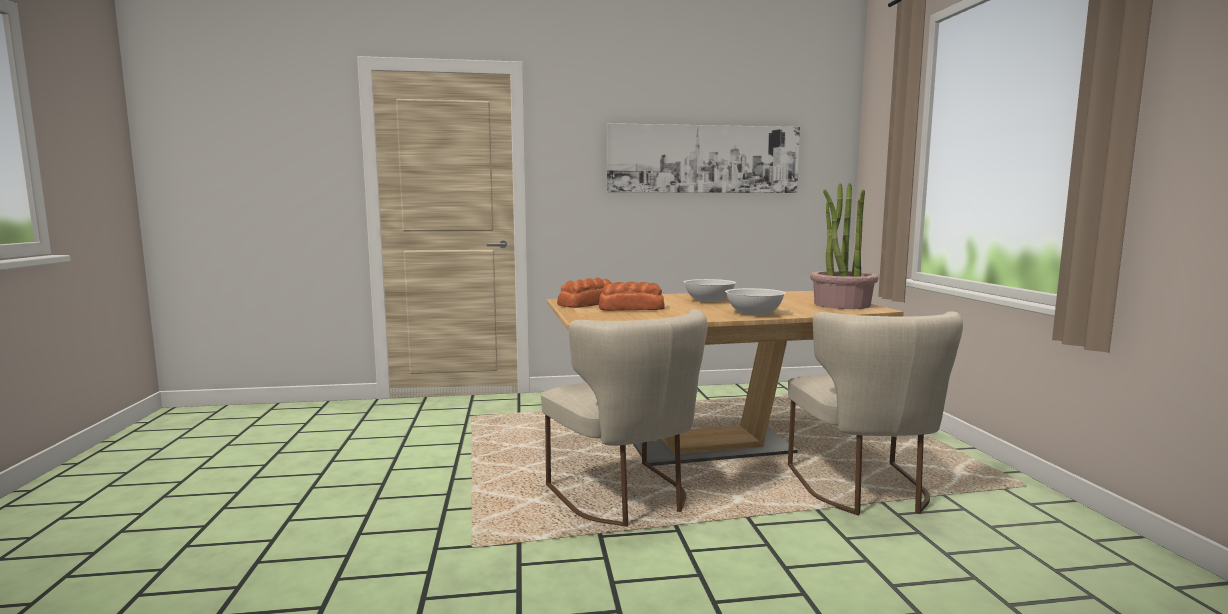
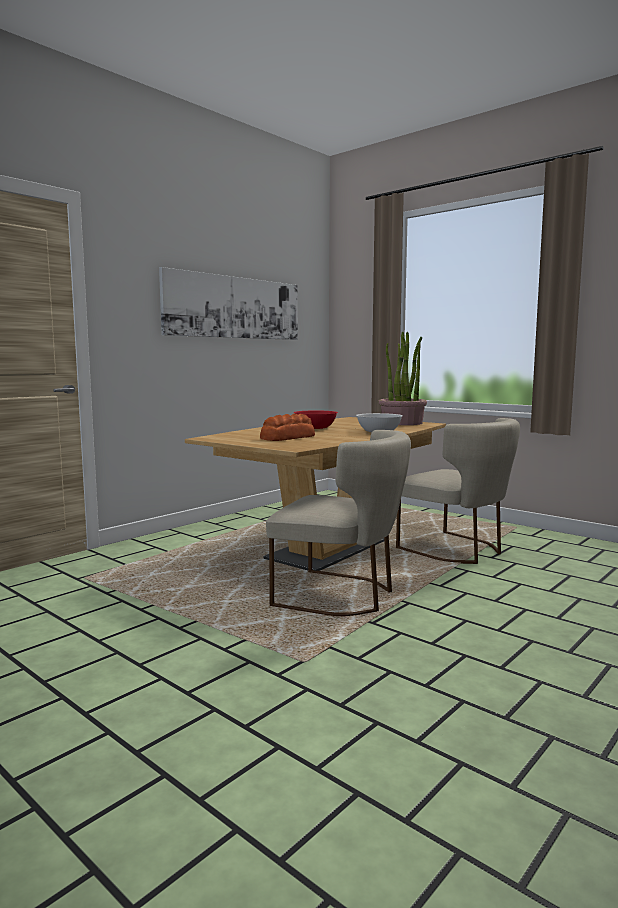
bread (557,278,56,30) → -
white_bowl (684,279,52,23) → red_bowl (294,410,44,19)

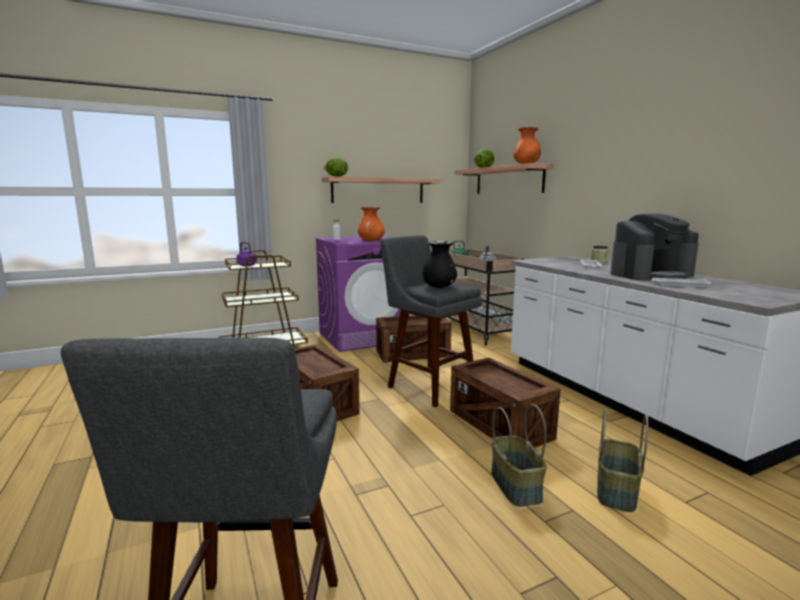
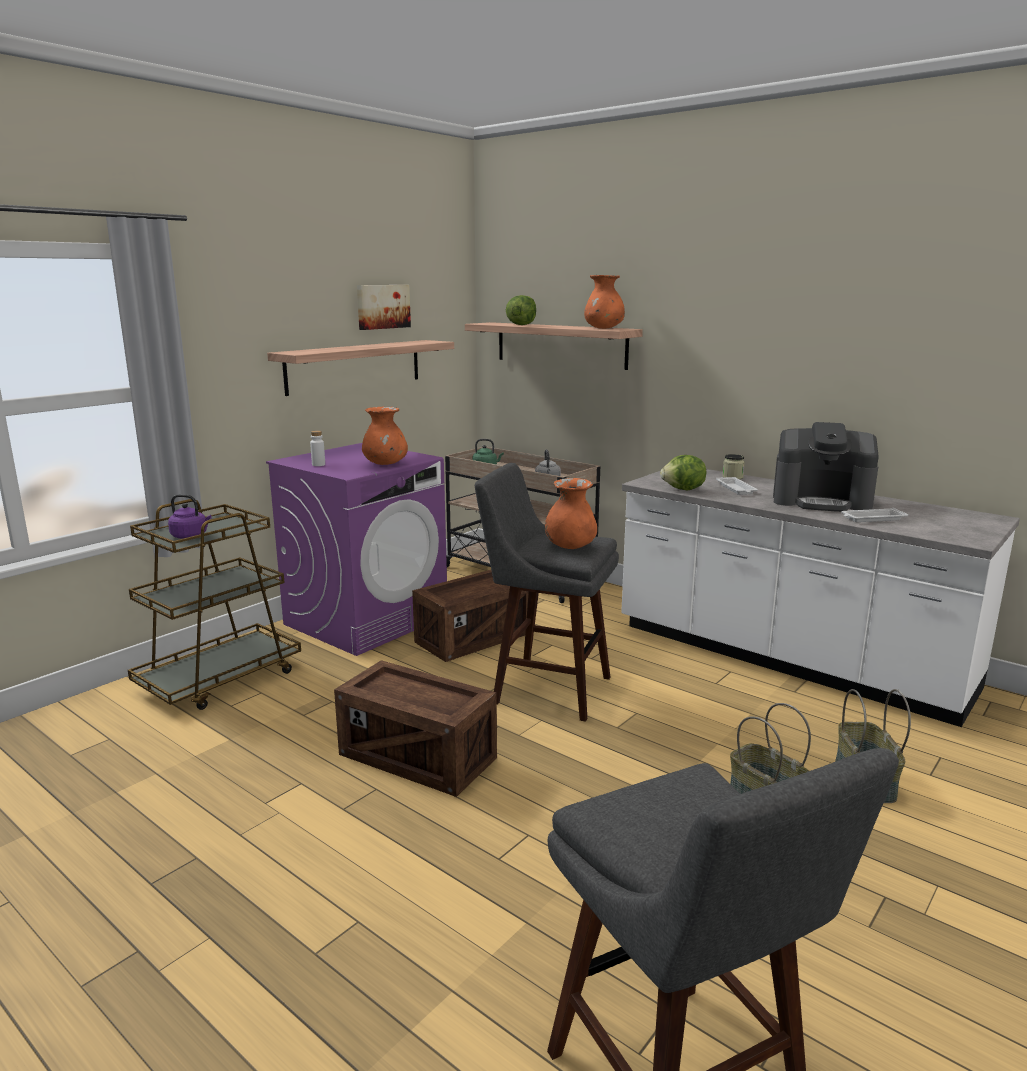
lettuce (324,157,24,20) → lettuce (660,455,46,36), moved
coffee_machine (611,214,88,67) → coffee_machine (773,422,106,90), 60 degrees clockwise
black_vase (422,241,35,47) → orange_vase (545,478,52,71)
crate (450,358,111,90) → -
- → picture (357,285,54,45)

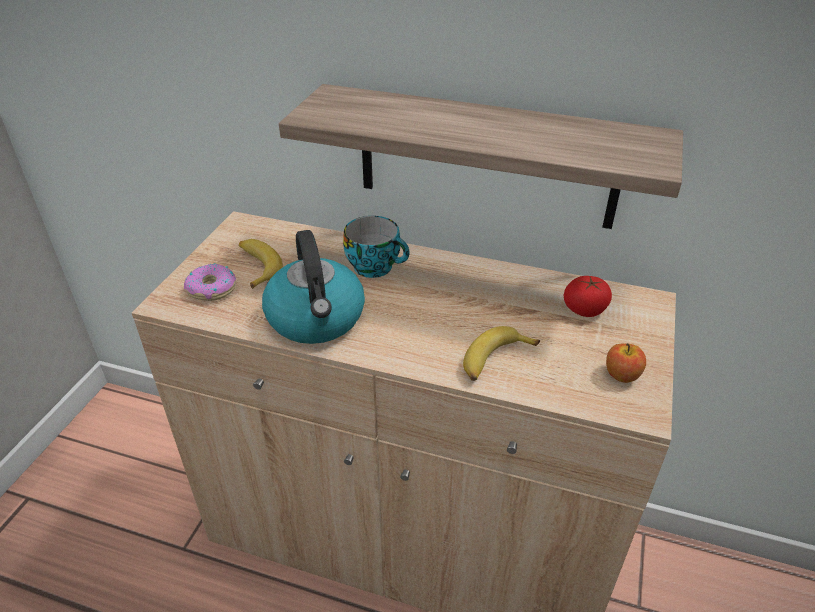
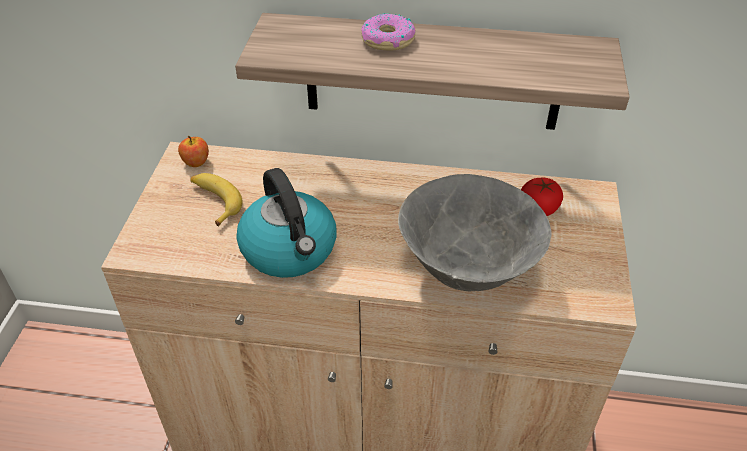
cup (343,216,67,62) → -
donut (184,263,52,38) → donut (361,13,55,37), moved
banana (463,326,77,55) → grey_bowl (398,174,154,117)
apple (606,343,40,40) → apple (178,136,31,31), moved

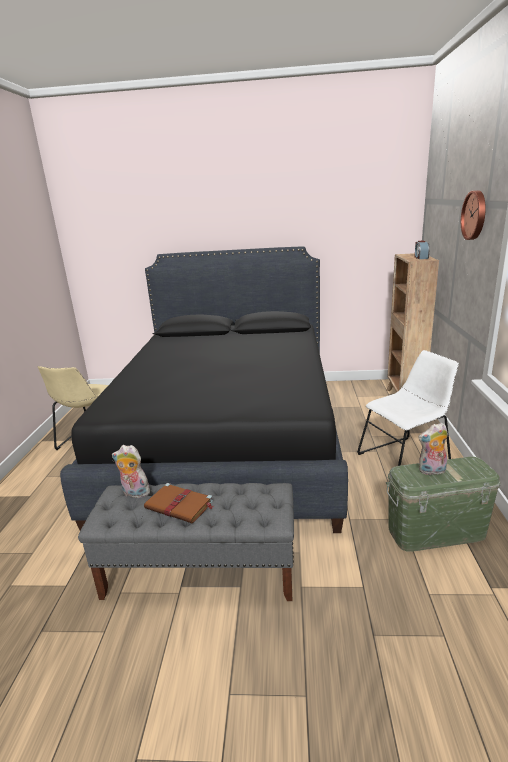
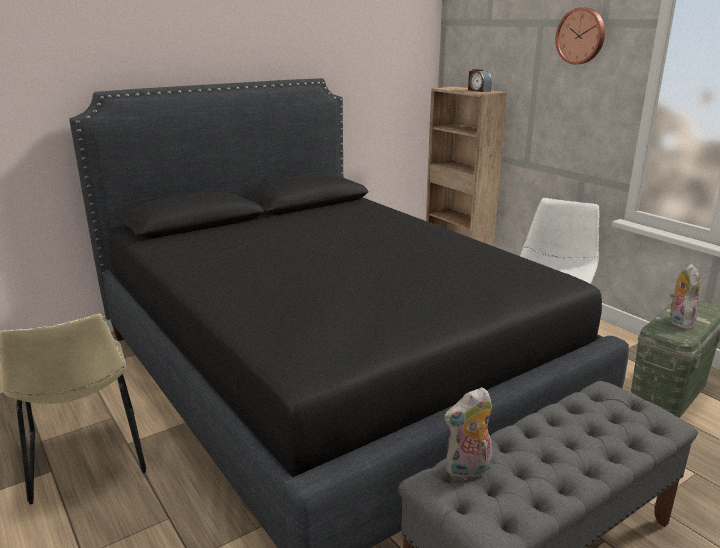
plush_toy (418,423,30,52) → plush_toy (670,264,30,65), 150 degrees clockwise
brown_book (144,483,69,40) → -

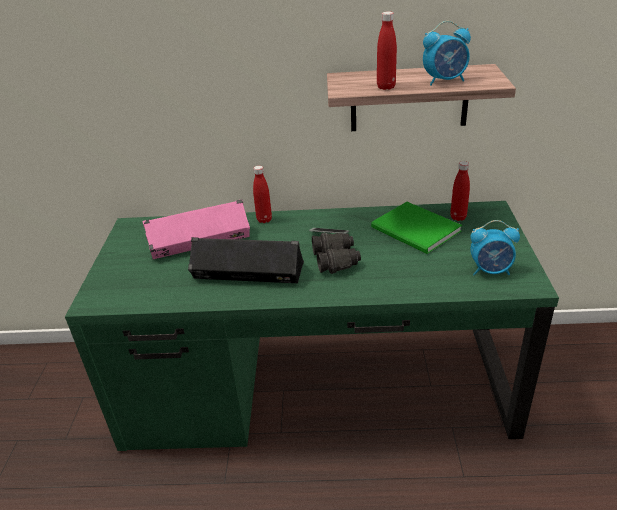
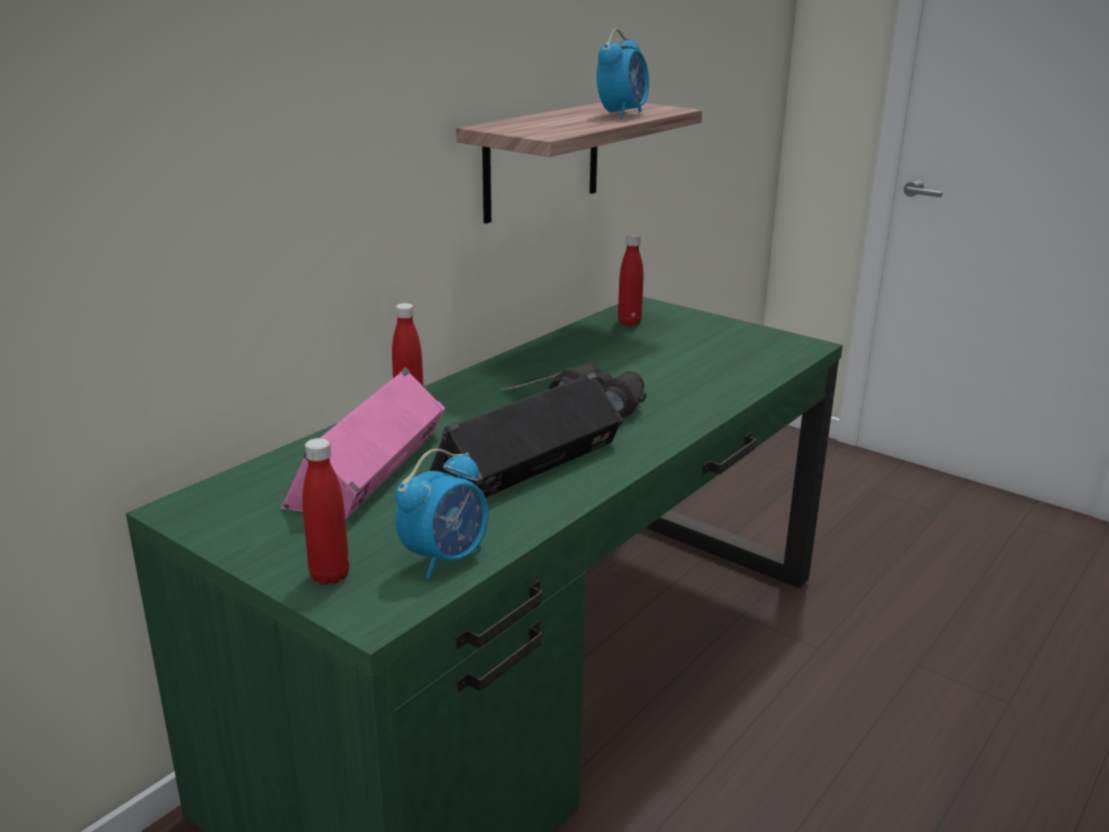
red_bottle (377,12,20,78) → red_bottle (302,438,47,147), moved
green_book (371,202,91,52) → -
alarm_clock (470,220,50,56) → alarm_clock (395,449,94,130), moved

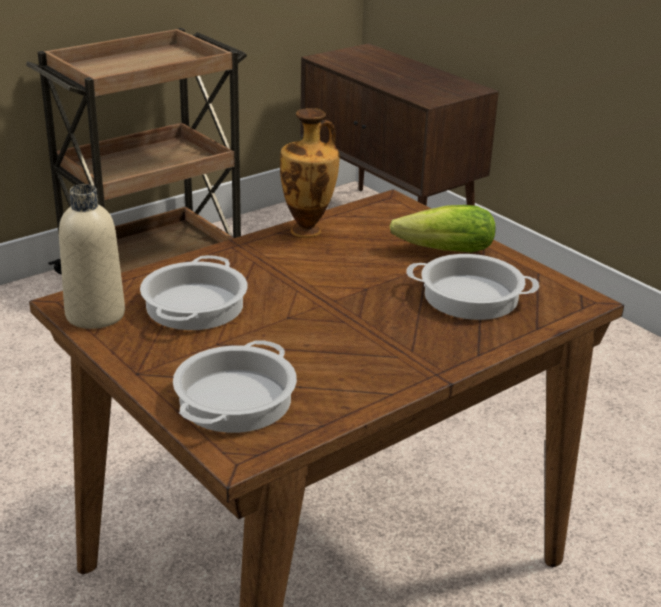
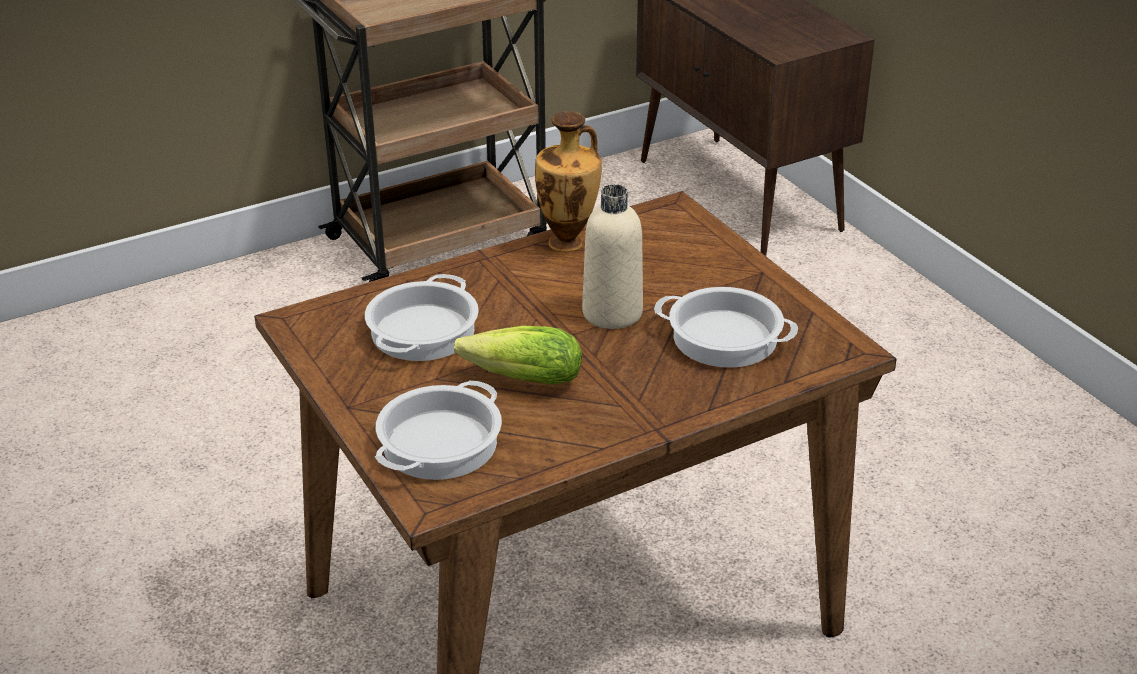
beige_bottle (59,184,66,145) → beige_bottle (582,184,61,145), moved
lettuce (390,205,106,47) → lettuce (454,326,128,58), moved

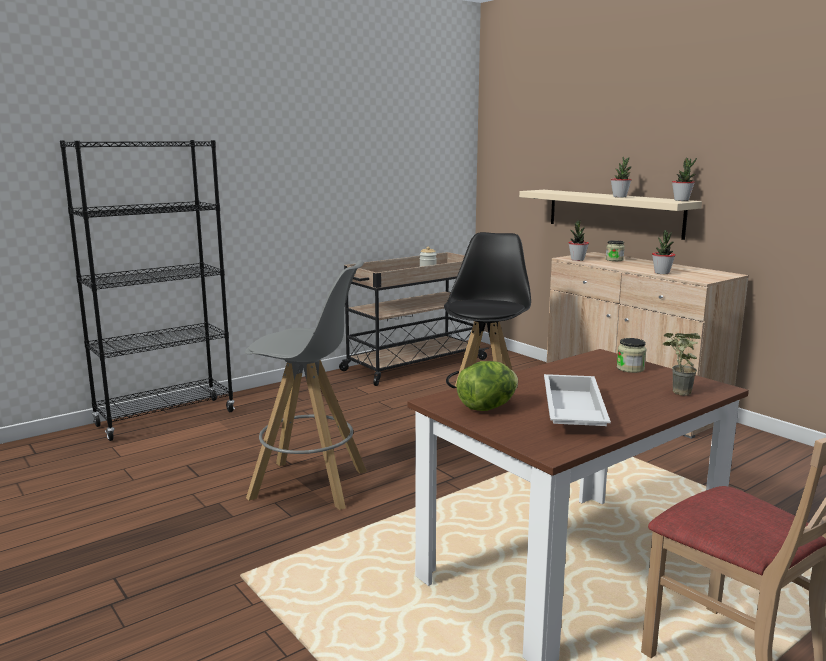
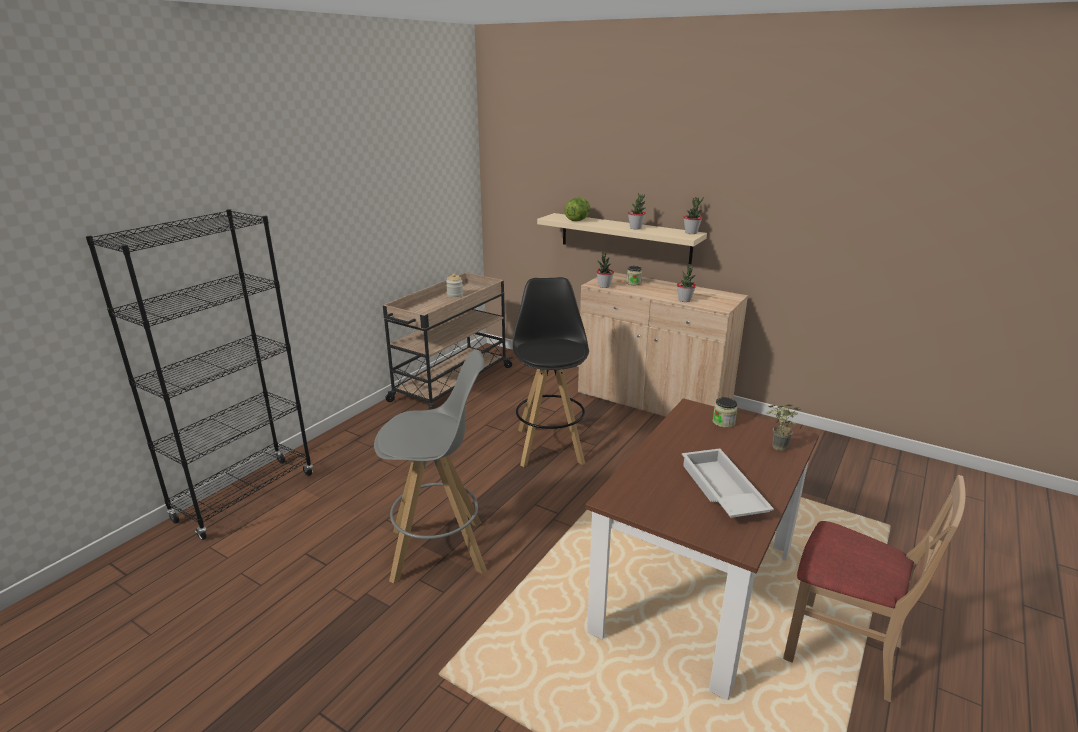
lettuce (456,361,62,50) → lettuce (564,198,27,23), moved

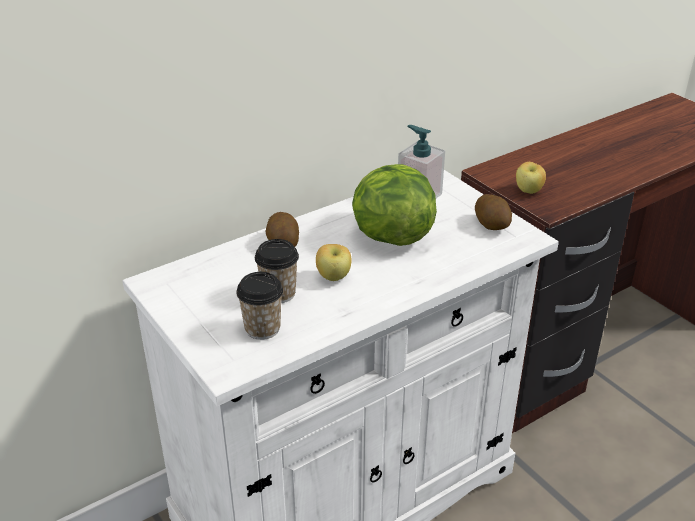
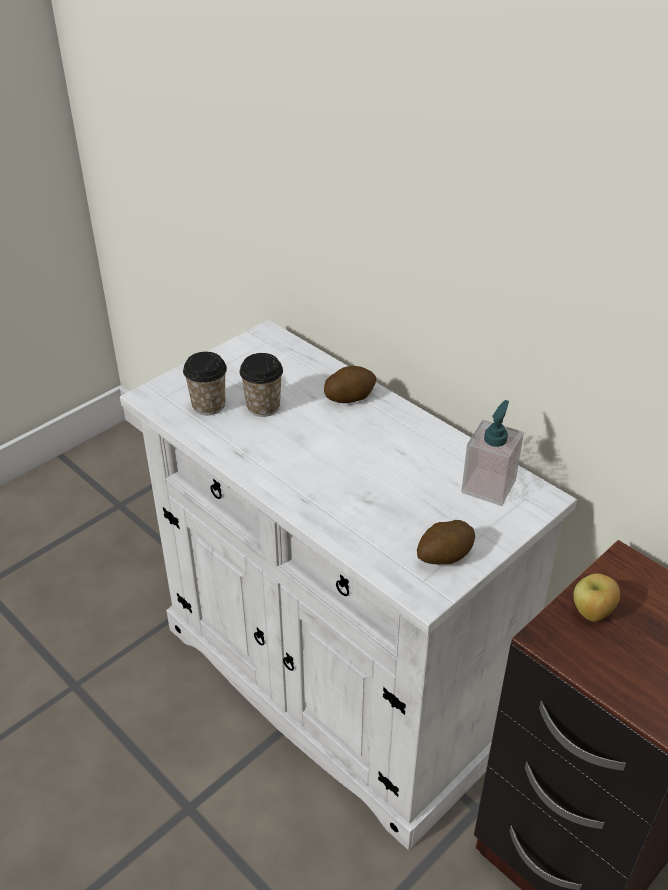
lettuce (352,164,85,82) → -
apple (316,244,35,37) → -

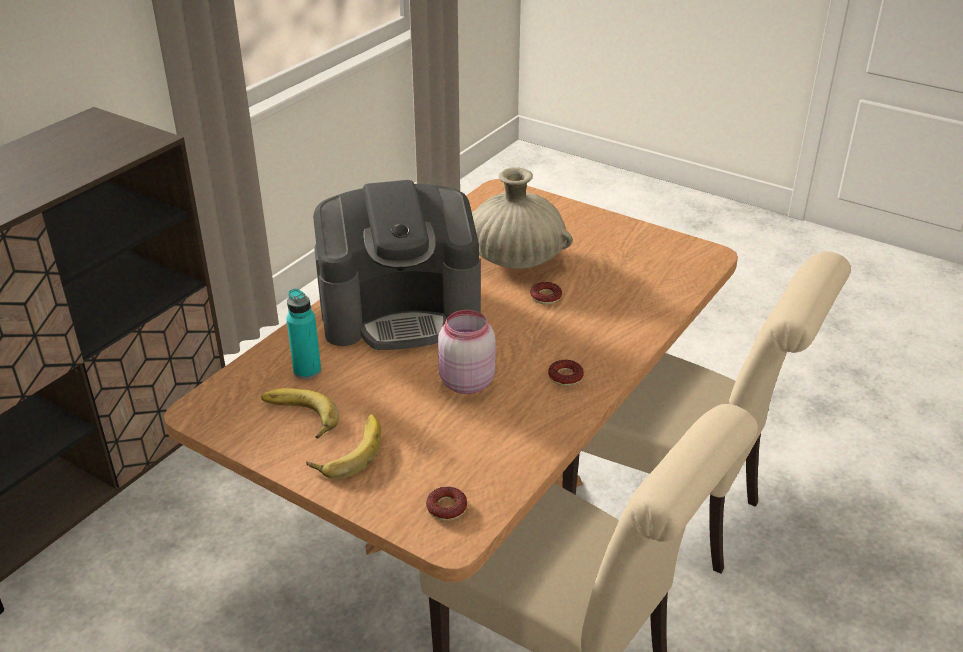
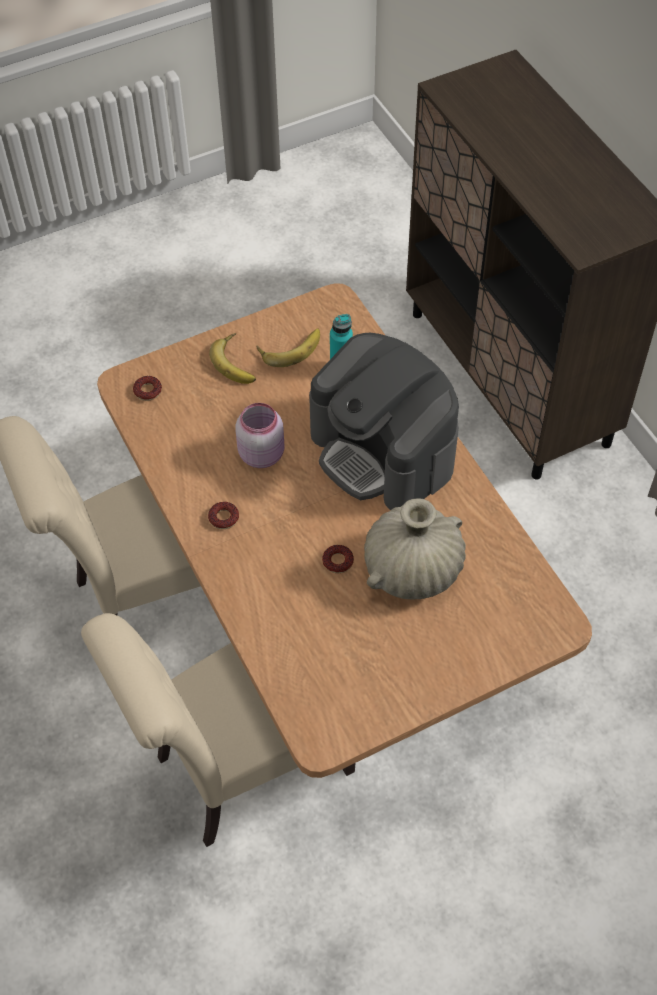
coffee_machine (313,180,168,170) → coffee_machine (309,333,150,177), 60 degrees counterclockwise

